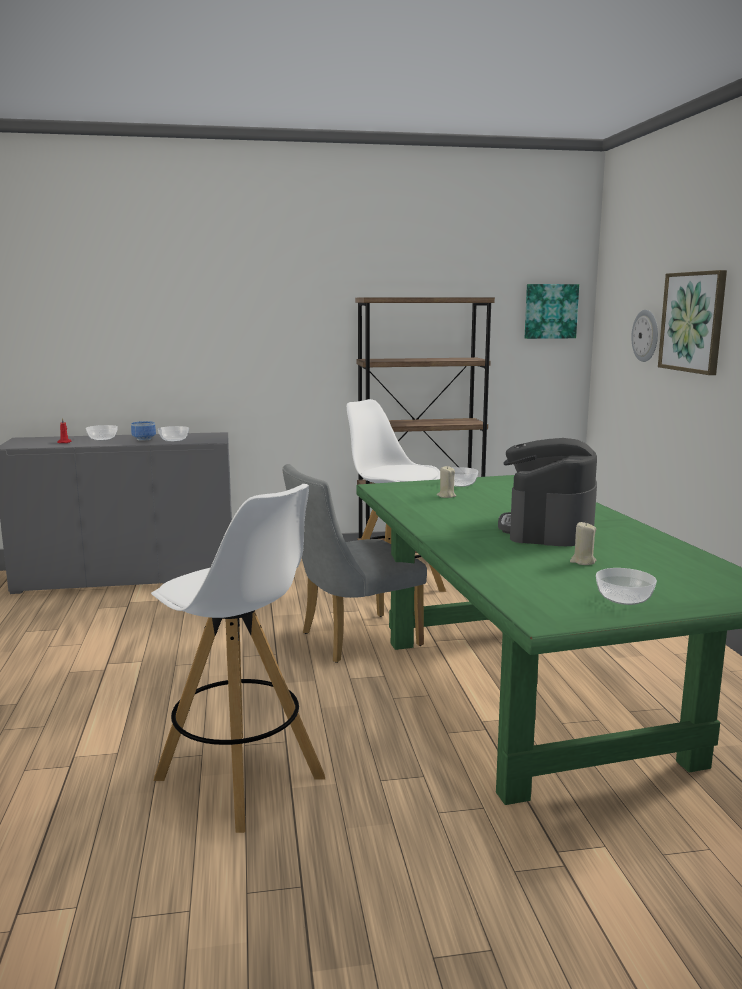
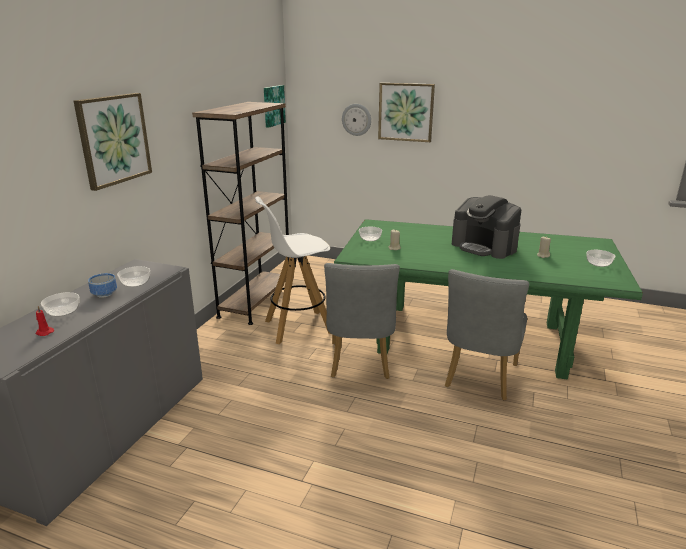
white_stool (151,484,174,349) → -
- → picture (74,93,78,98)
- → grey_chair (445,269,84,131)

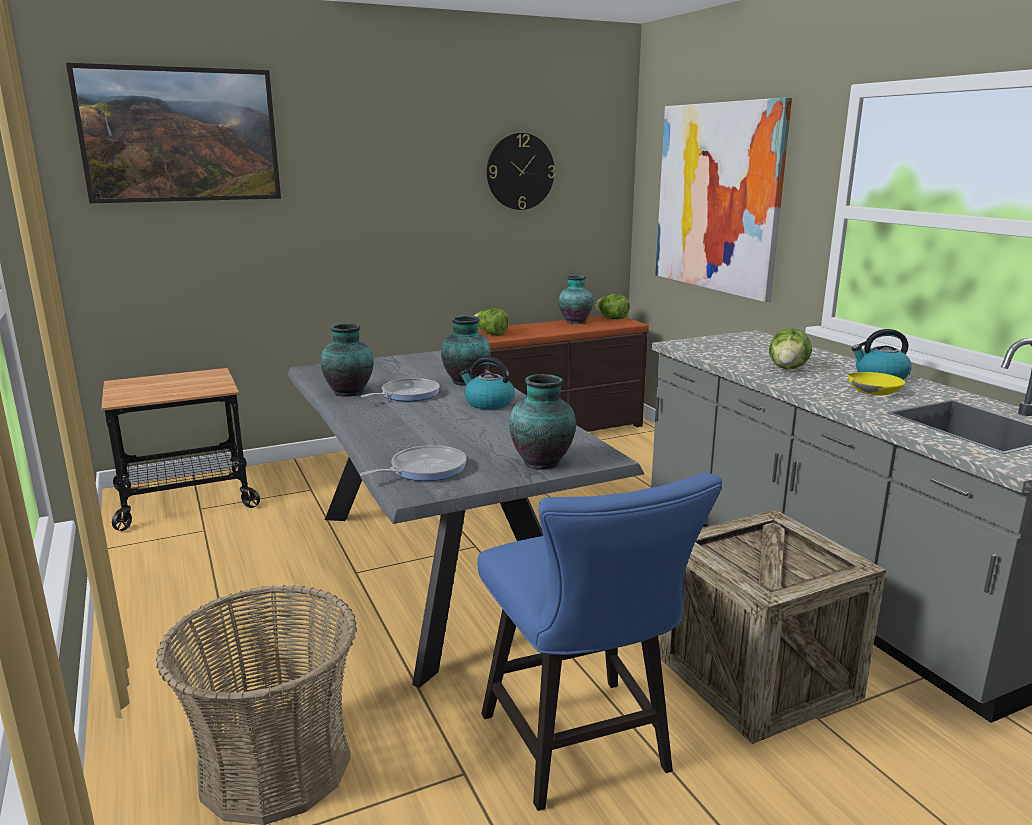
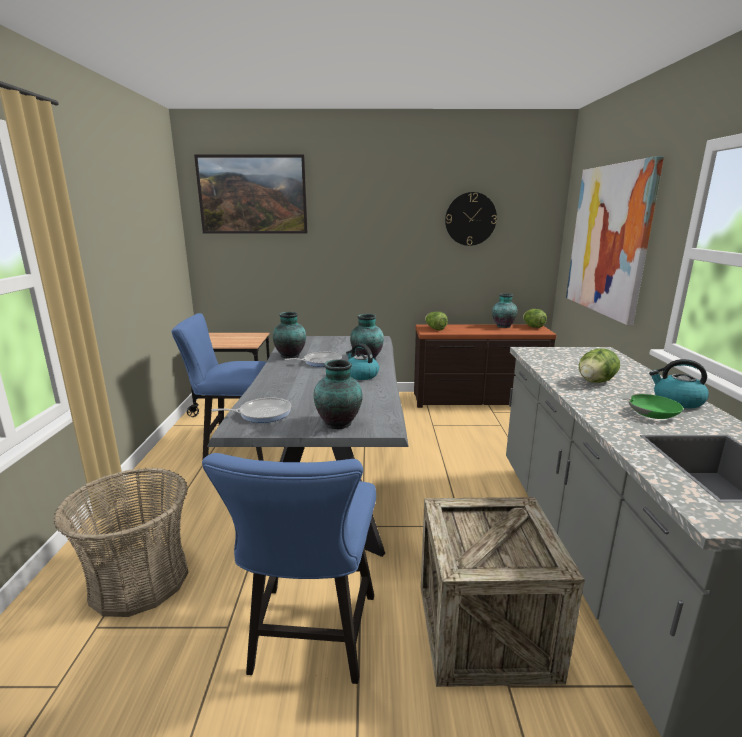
yellow_bowl (848,372,57,23) → green_bowl (629,394,54,25)
- → blue_chair (171,313,96,148)

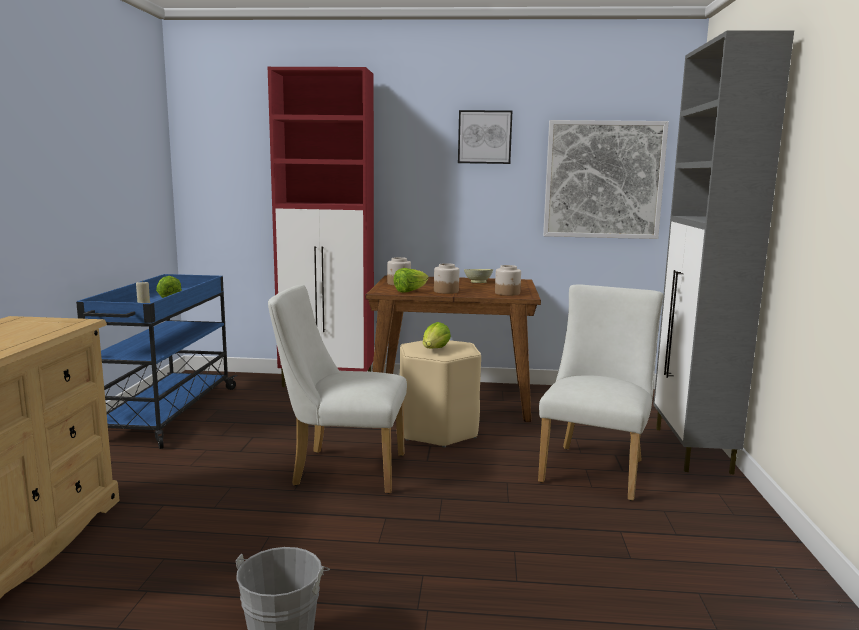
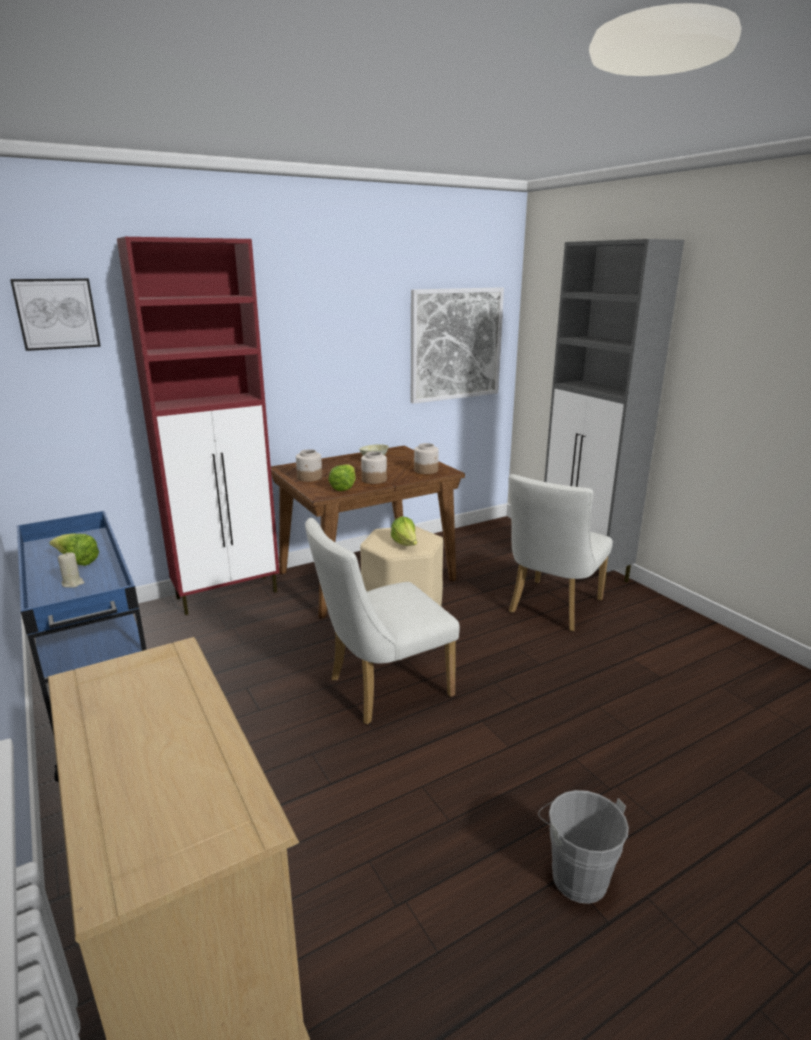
picture (458,110,54,54) → picture (10,278,91,73), moved
white_chair (538,285,126,216) → white_chair (508,474,105,157), 135 degrees counterclockwise

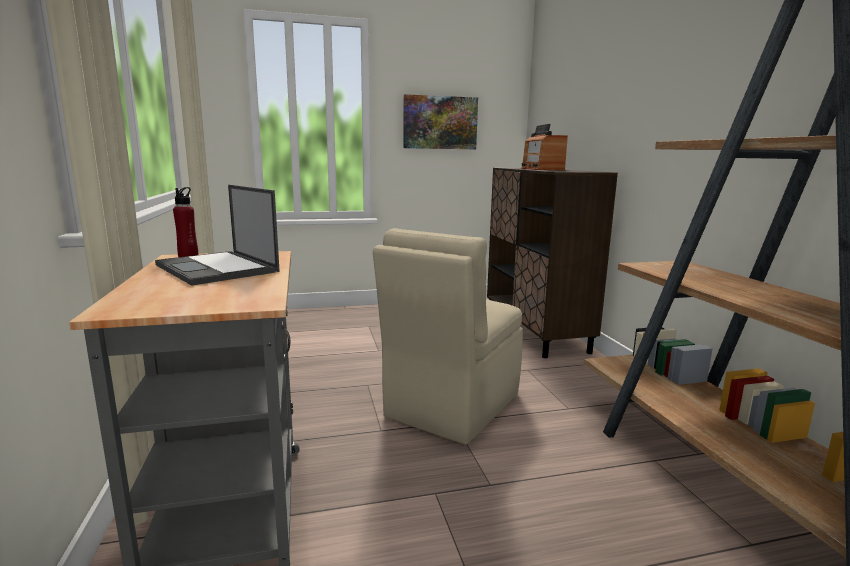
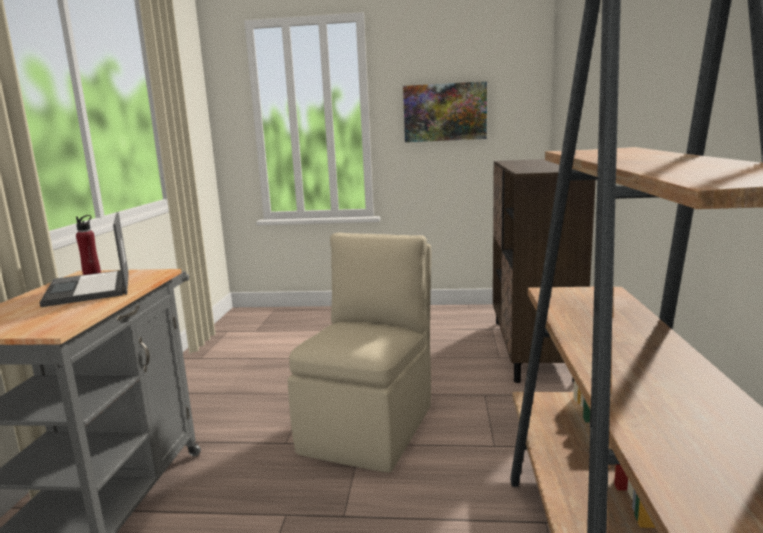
radio (521,124,47,46) → -
beige_chair (373,228,150,216) → beige_chair (288,233,143,240), 150 degrees clockwise

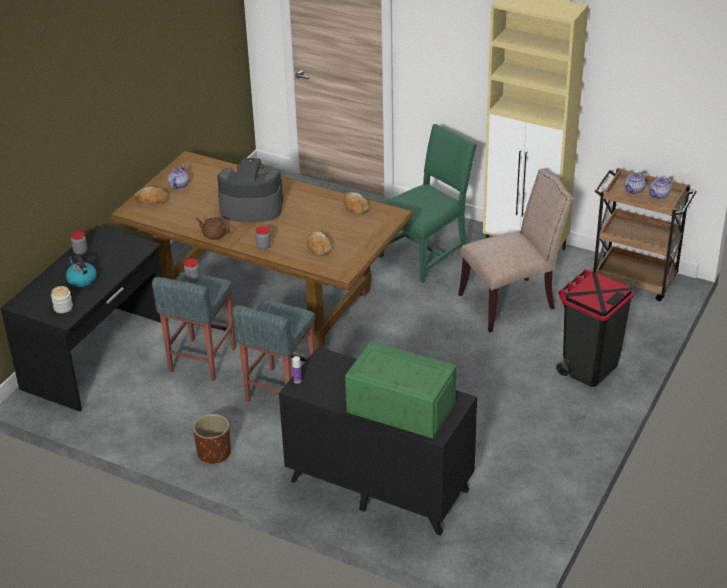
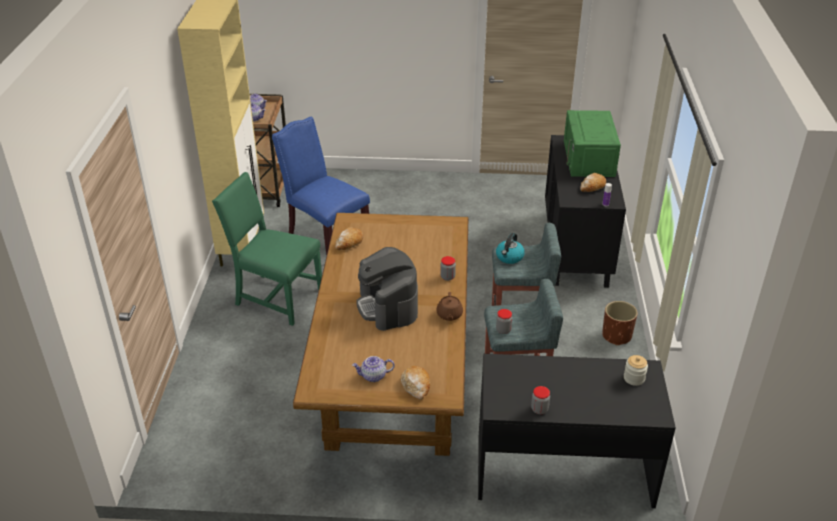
beige_chair (458,168,115,164) → blue_chair (272,117,98,138)
bread (307,232,25,24) → bread (580,173,26,19), moved
kettle (66,255,31,32) → kettle (496,233,29,31), moved
black_trash_can (556,269,78,118) → -

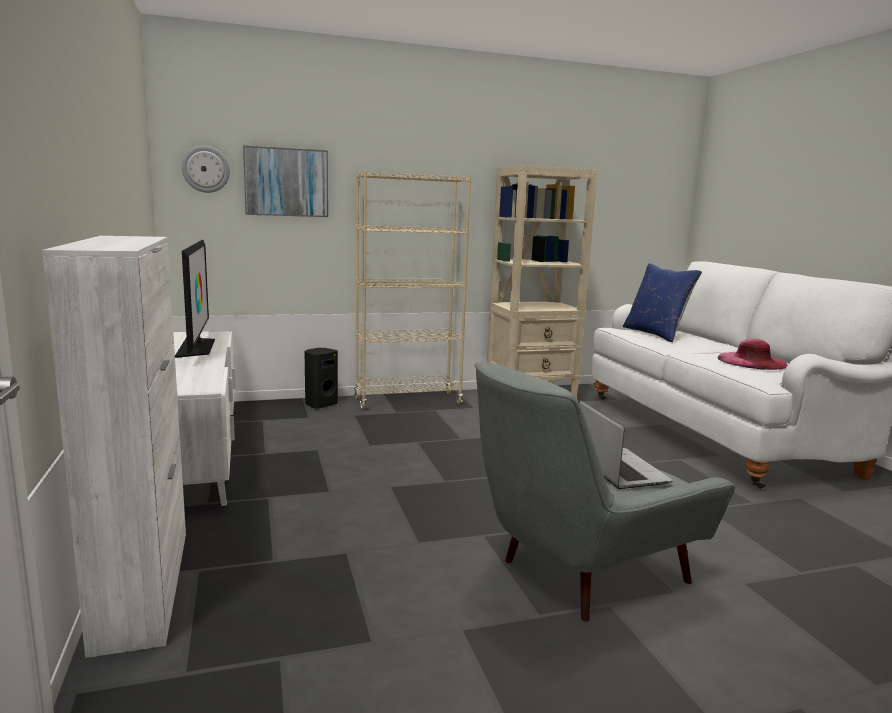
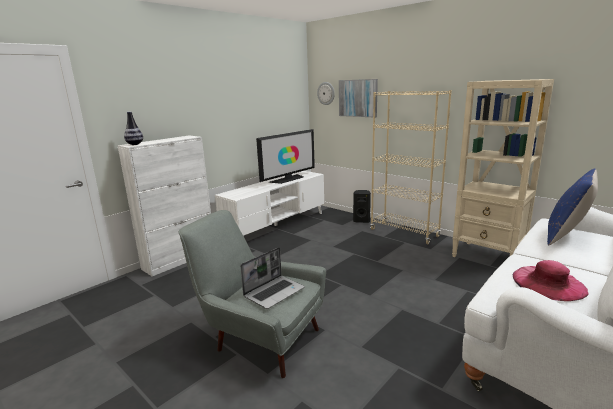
- → vase (124,112,19,33)

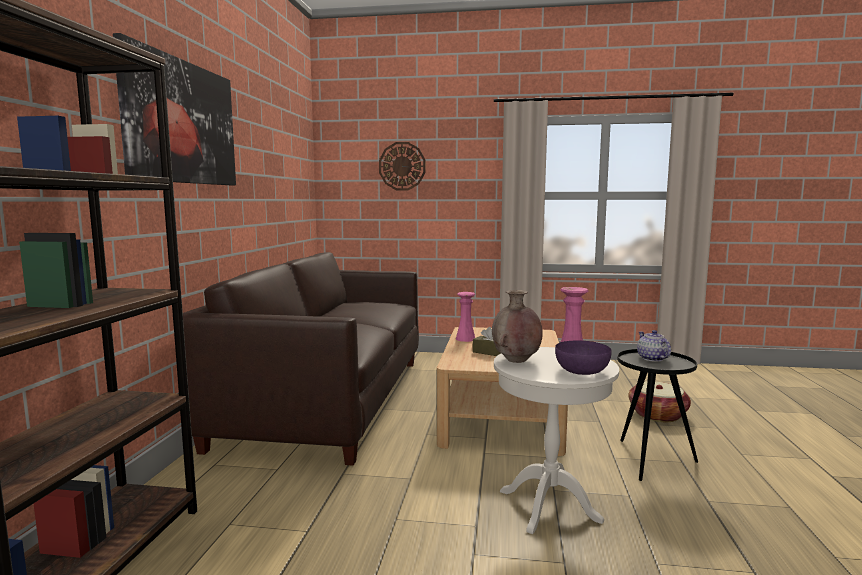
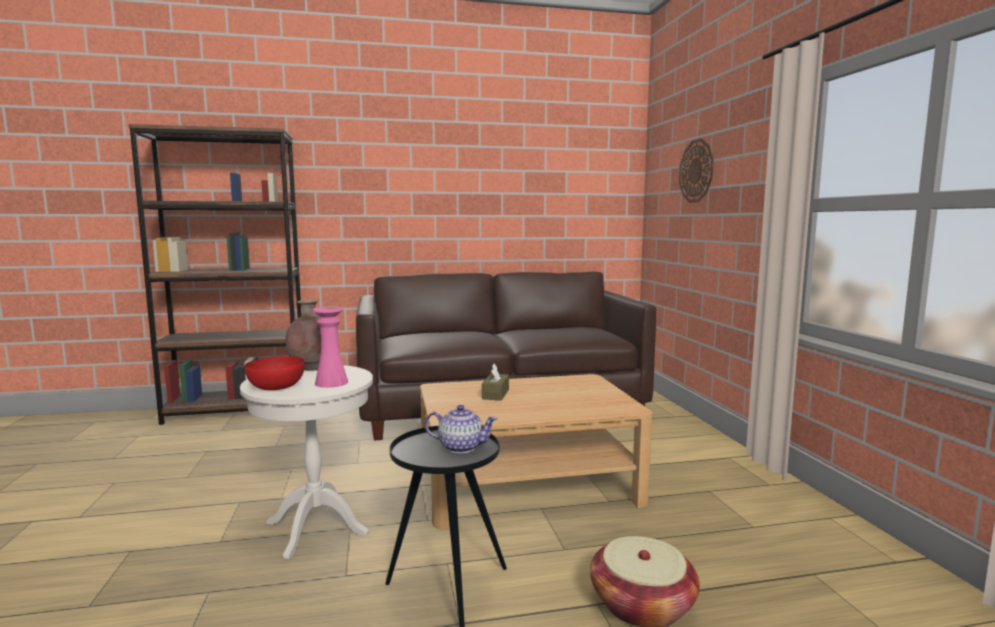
picture (113,33,123,152) → -
pink_vase (456,292,19,50) → -
teapot (637,330,34,32) → teapot (425,405,73,48), 45 degrees clockwise
purple_bowl (555,340,57,35) → red_bowl (245,356,60,34)

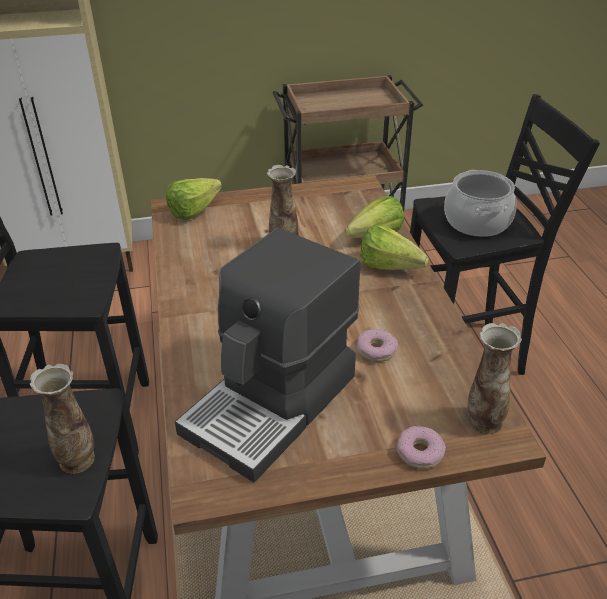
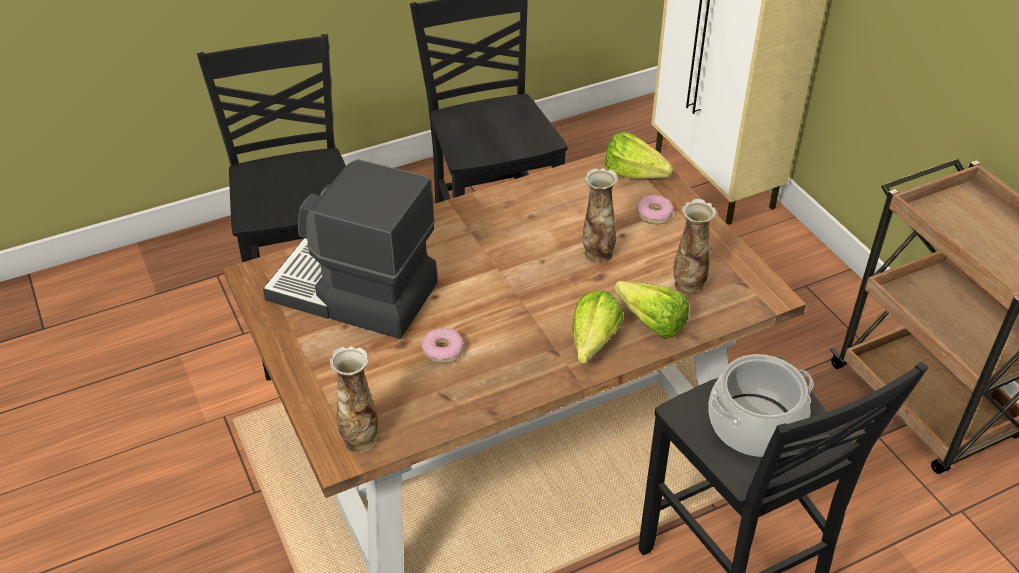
vase (30,364,65,110) → vase (673,199,43,96), moved
donut (397,426,49,43) → donut (637,195,36,30), moved

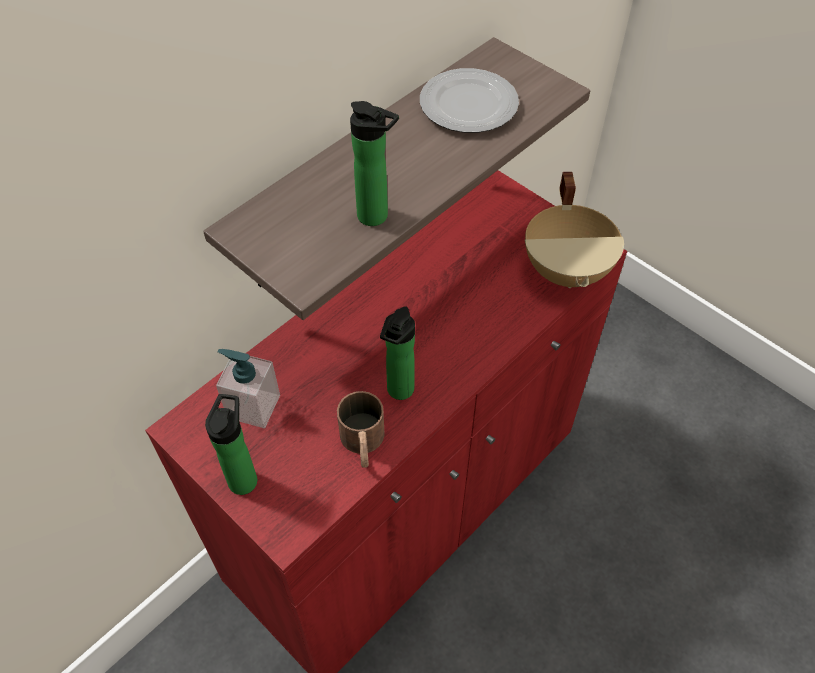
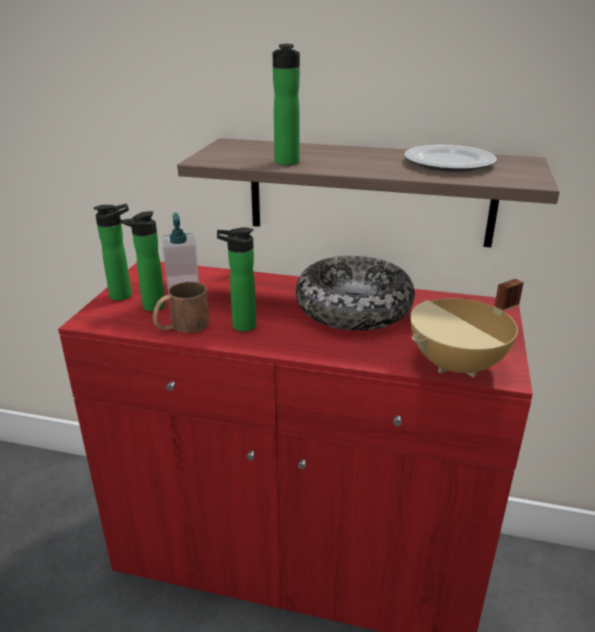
- → bottle (120,211,45,100)
- → bowl (296,256,119,75)

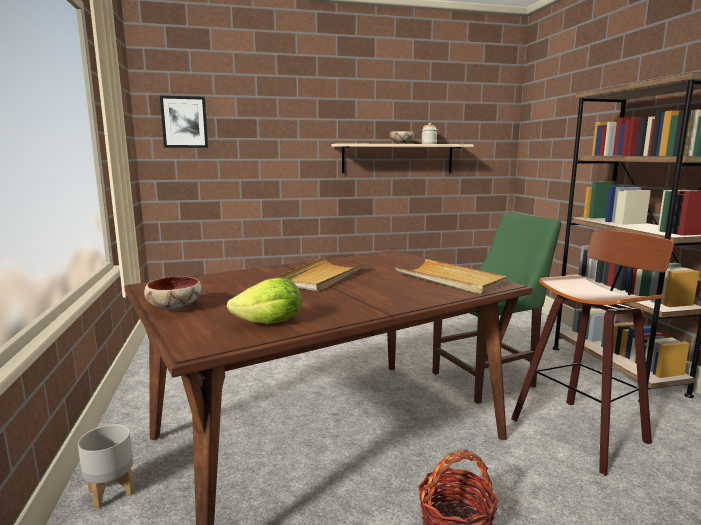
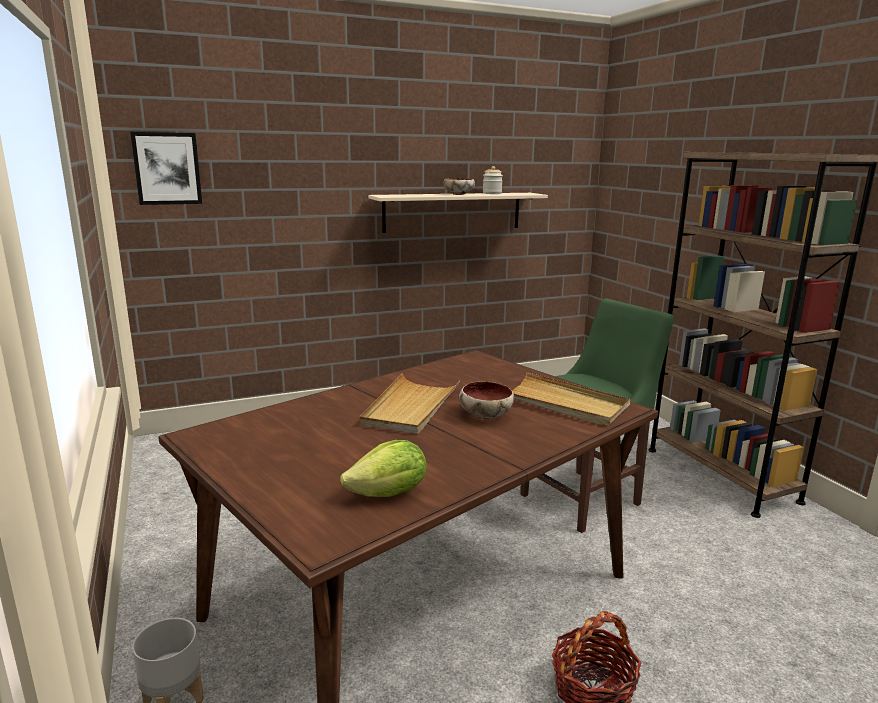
stool (511,230,163,246) → -
bowl (144,276,58,35) → bowl (459,381,55,38), moved

